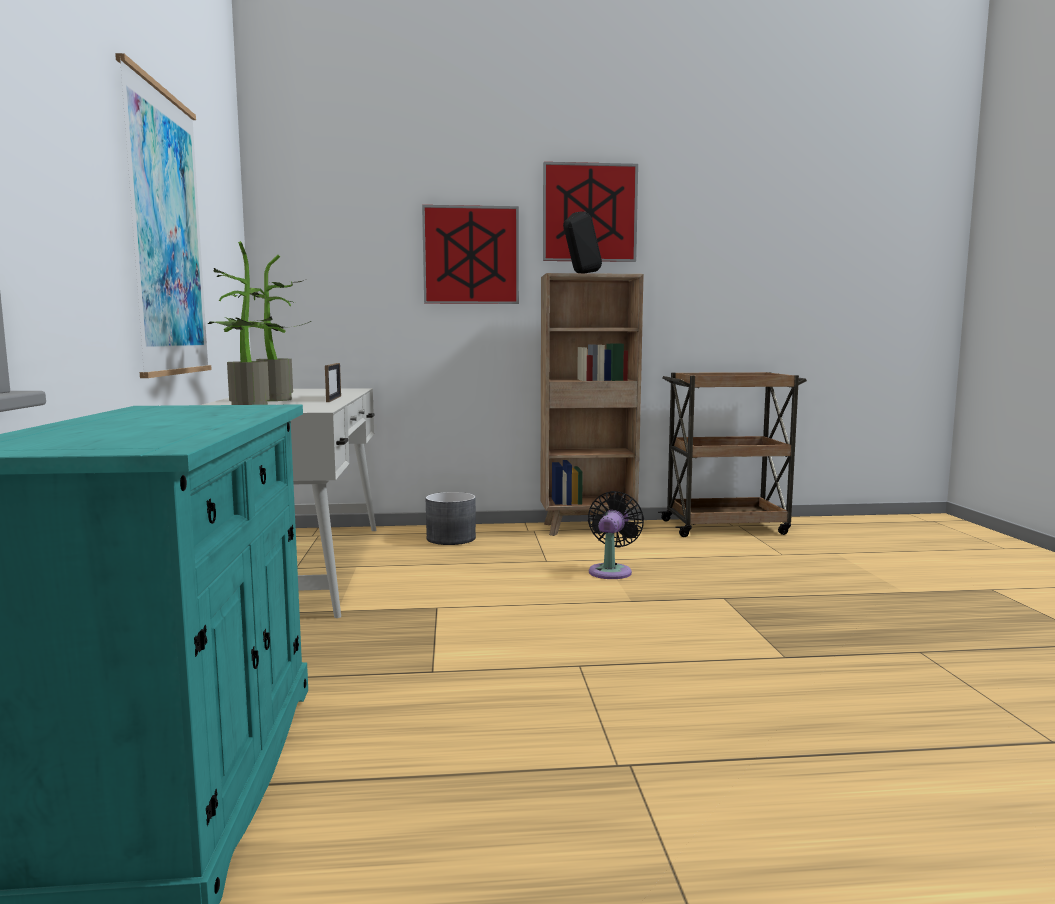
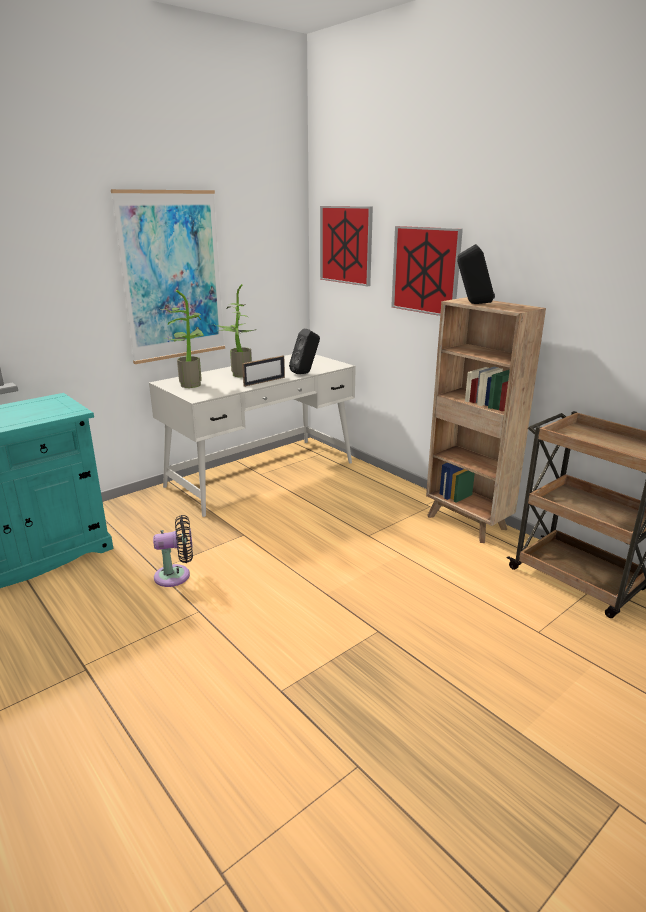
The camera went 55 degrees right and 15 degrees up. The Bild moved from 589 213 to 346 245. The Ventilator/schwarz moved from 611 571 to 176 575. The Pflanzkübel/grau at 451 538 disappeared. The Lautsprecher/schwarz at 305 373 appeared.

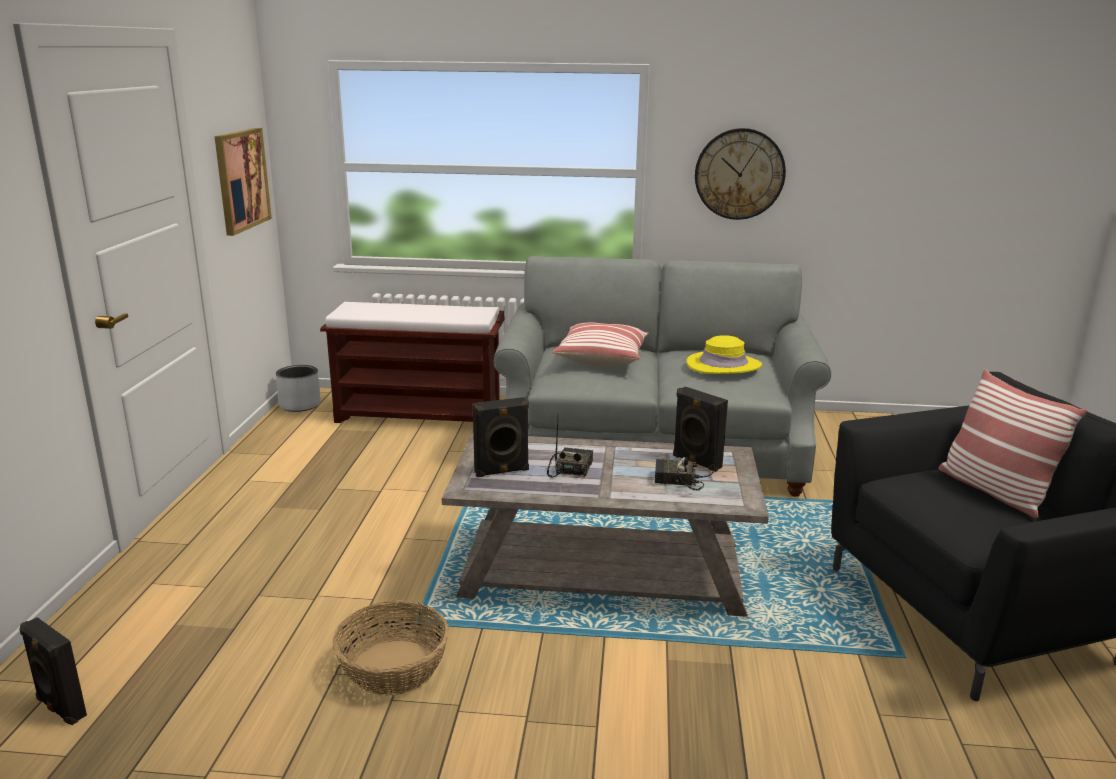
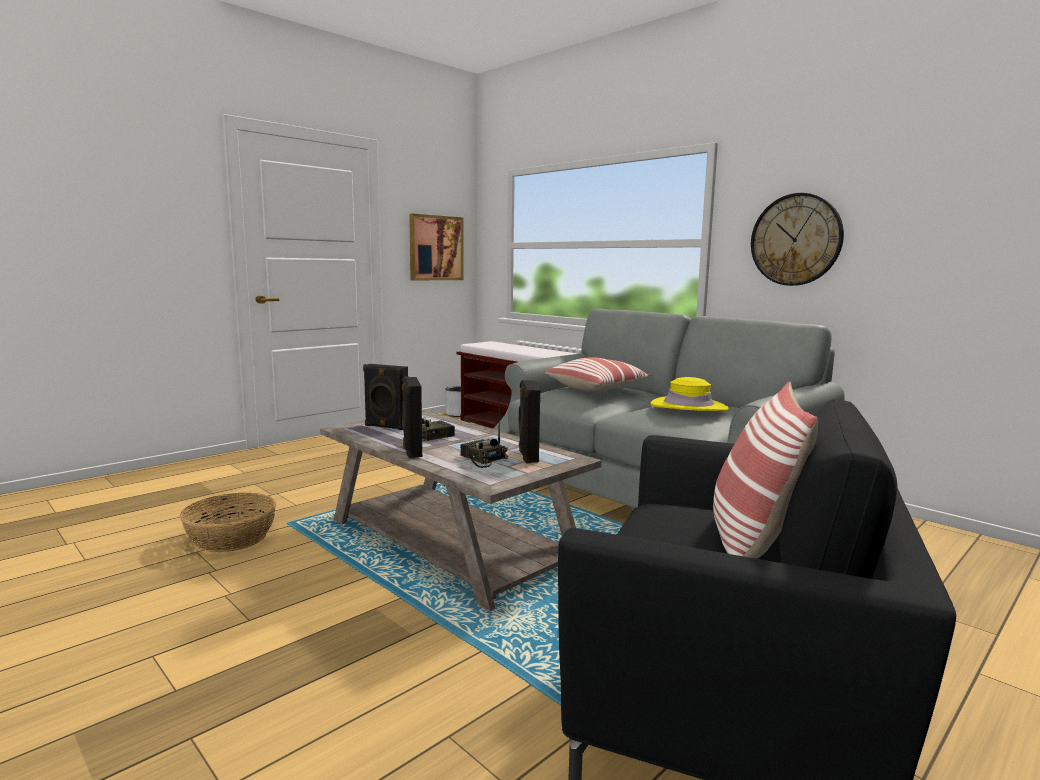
The camera went 40 degrees right and 10 degrees down. The Lautsprecher/schwarz moved from 60 708 to 411 450.

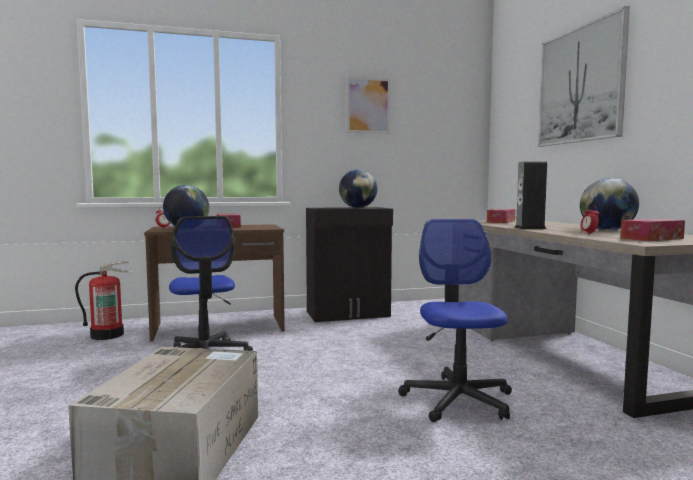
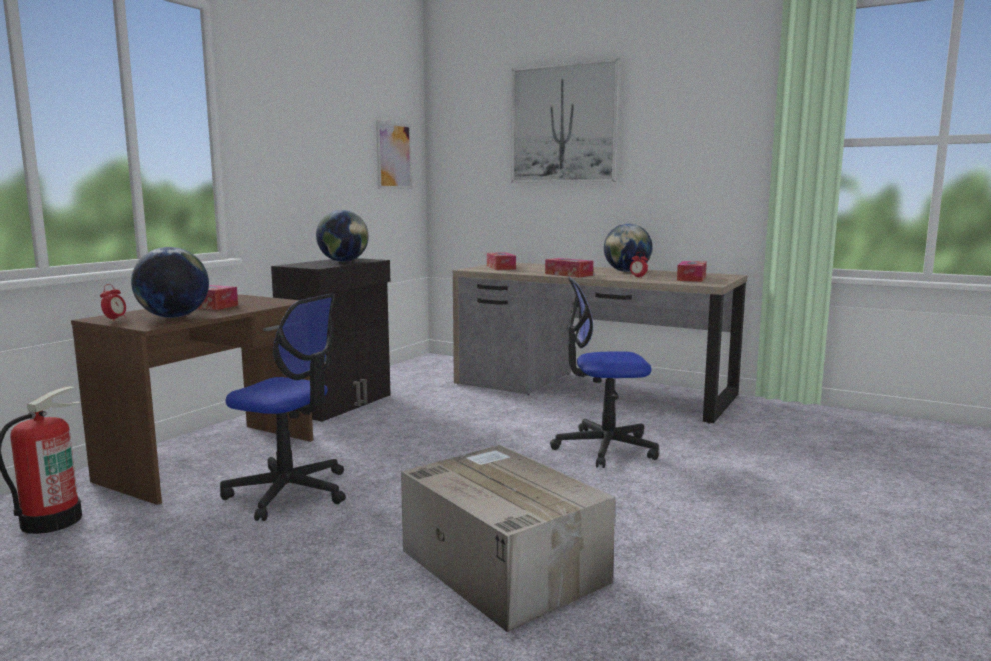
The camera went 45 degrees left and 5 degrees up. The Bild moved from 368 105 to 394 156. The Lautsprecher at 530 228 was replaced by the Taschentuchbox at 568 274. The Bürostuhl at 458 400 turned 45 degrees counterclockwise.

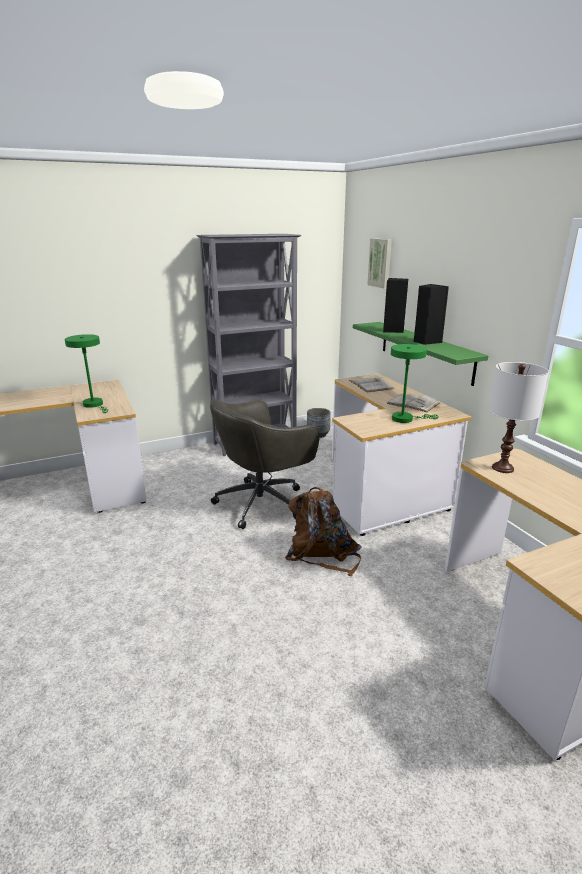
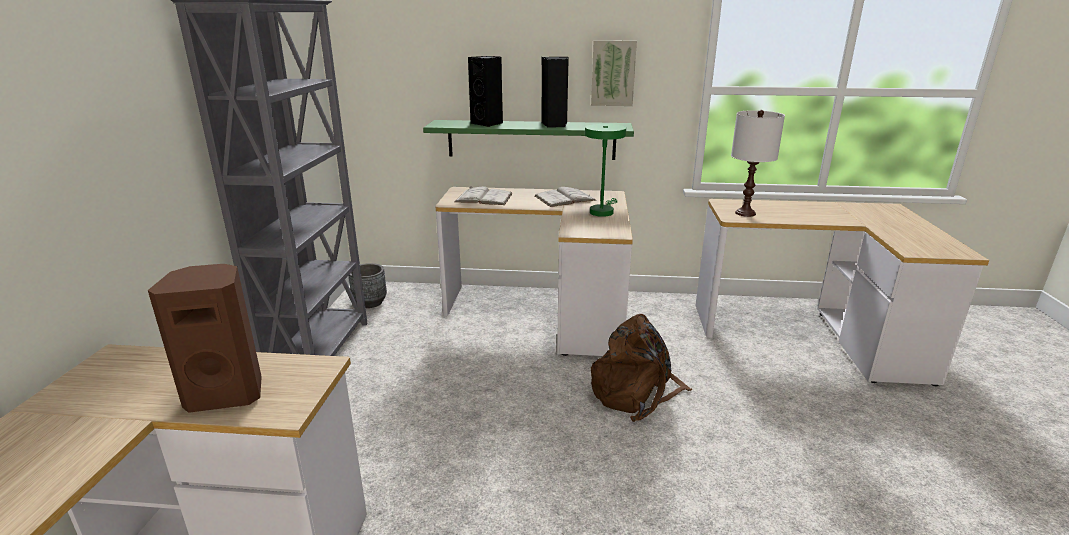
The camera went 60 degrees left and 0 degrees up. The Bild moved from 380 263 to 613 73. The Tischlampe/grün at 95 405 was replaced by the Lautsprecher/braun at 227 393. The Bürostuhl/grau at 263 502 disappeared.

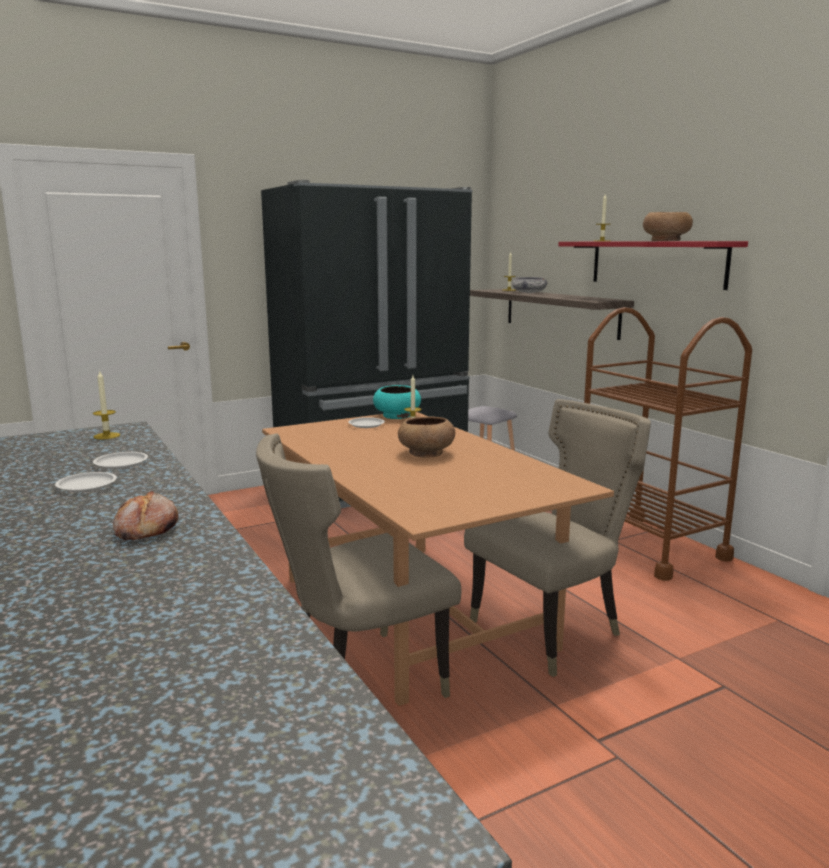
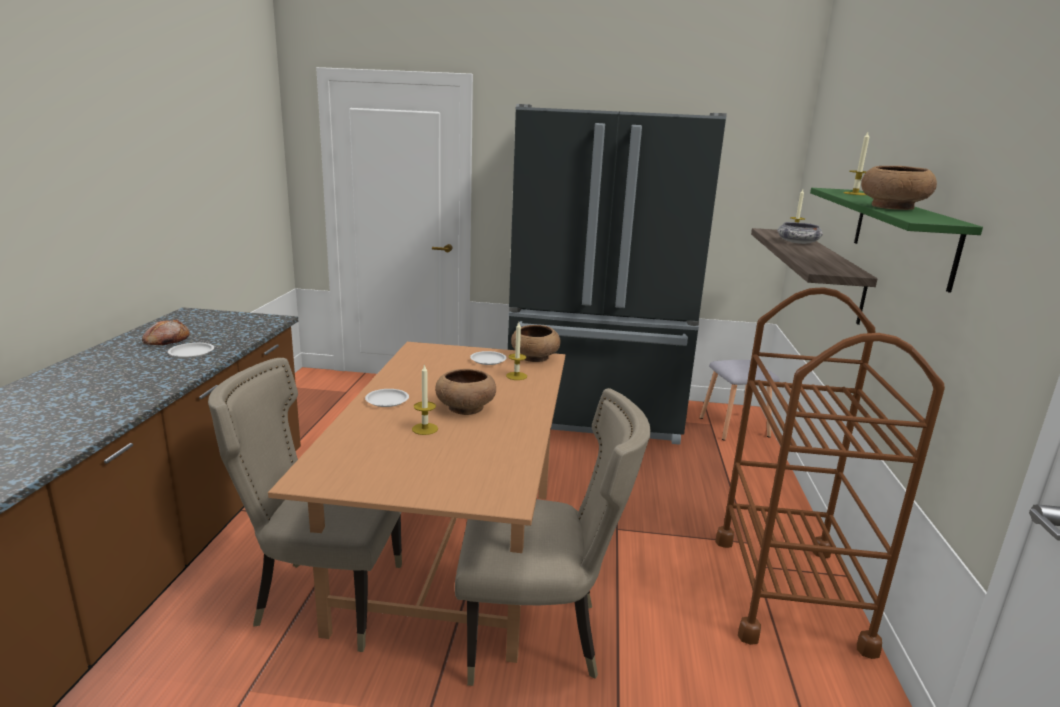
The camera went 35 degrees right and 5 degrees up. The Wandregal/rot at 656 263 became the Wandregal/grün at 902 234. The Kerze moved from 106 436 to 425 429. The Schüssel/türkis at 397 416 became the Schüssel/braun at 534 358. The Teller/weiß moved from 87 485 to 387 400. The Brot moved from 145 530 to 166 341.

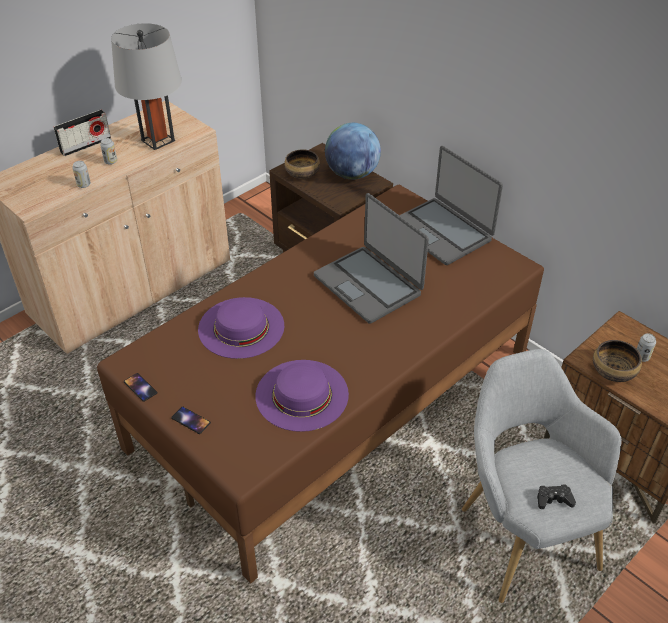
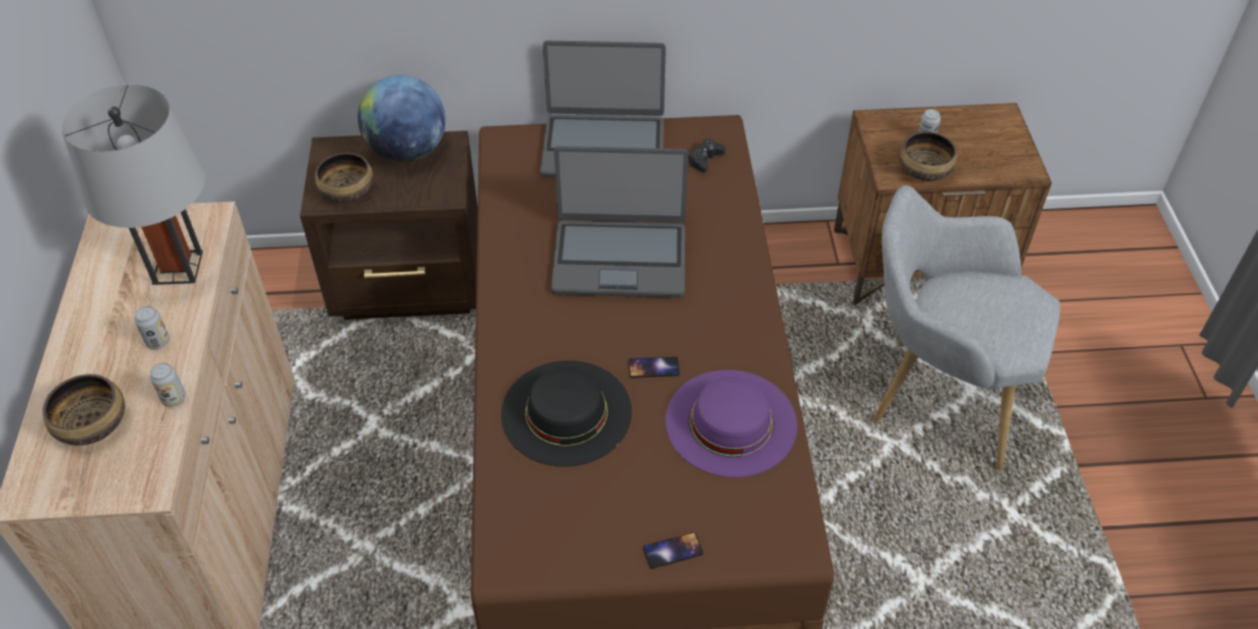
The camera went 50 degrees left and 5 degrees up. The Radio at 86 145 disappeared. The Hut/lila at 241 327 became the Hut/schwarz at 566 412. The Handy moved from 140 387 to 653 368. The Gamepad/schwarz moved from 553 499 to 705 159. The Schüssel at 93 424 appeared.

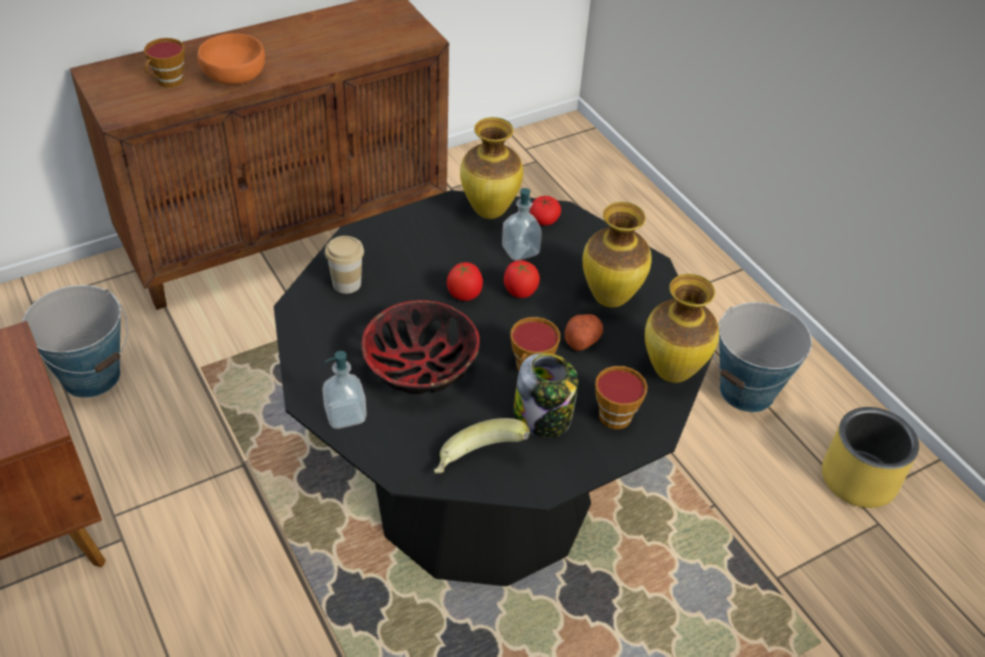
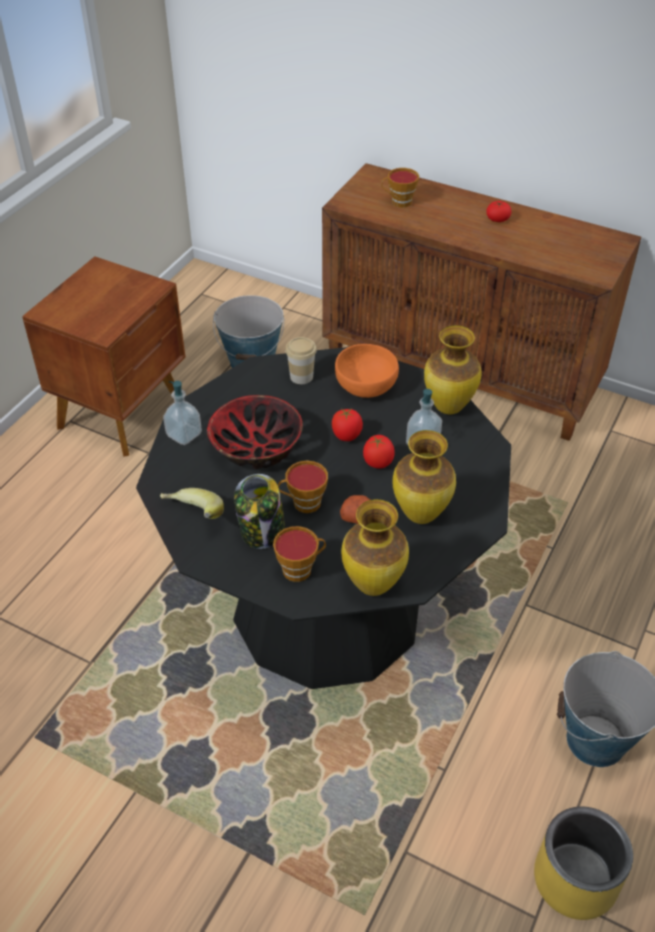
The camera went 60 degrees right and 0 degrees up. The Schüssel/orange moved from 235 76 to 365 386. The Tomate moved from 544 220 to 497 219.

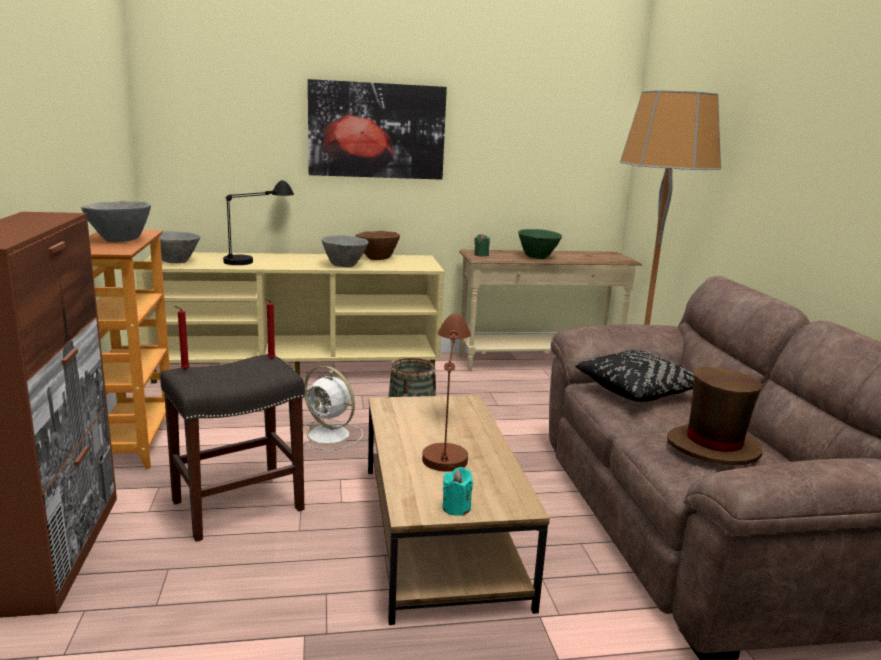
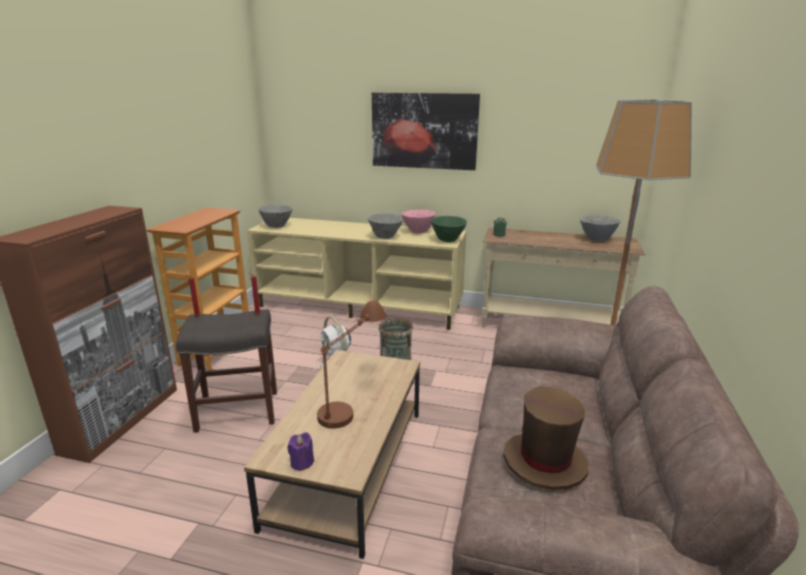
The camera went 25 degrees right and 5 degrees up. The Tischlampe/schwarz at 258 258 disappeared. The Schüssel/grau moved from 119 240 to 596 239. The Schüssel/grün moved from 537 257 to 448 240. The Schüssel/braun at 377 259 became the Schüssel/rosa at 418 232. The Kissen/schwarz at 638 391 disappeared. The Kerze/türkis at 456 508 became the Kerze/lila at 302 462.

